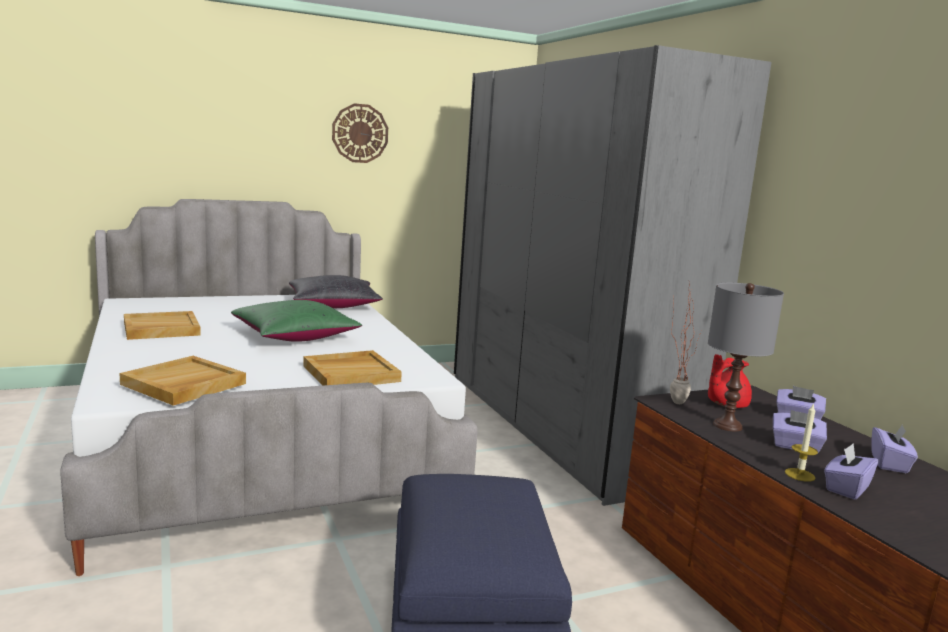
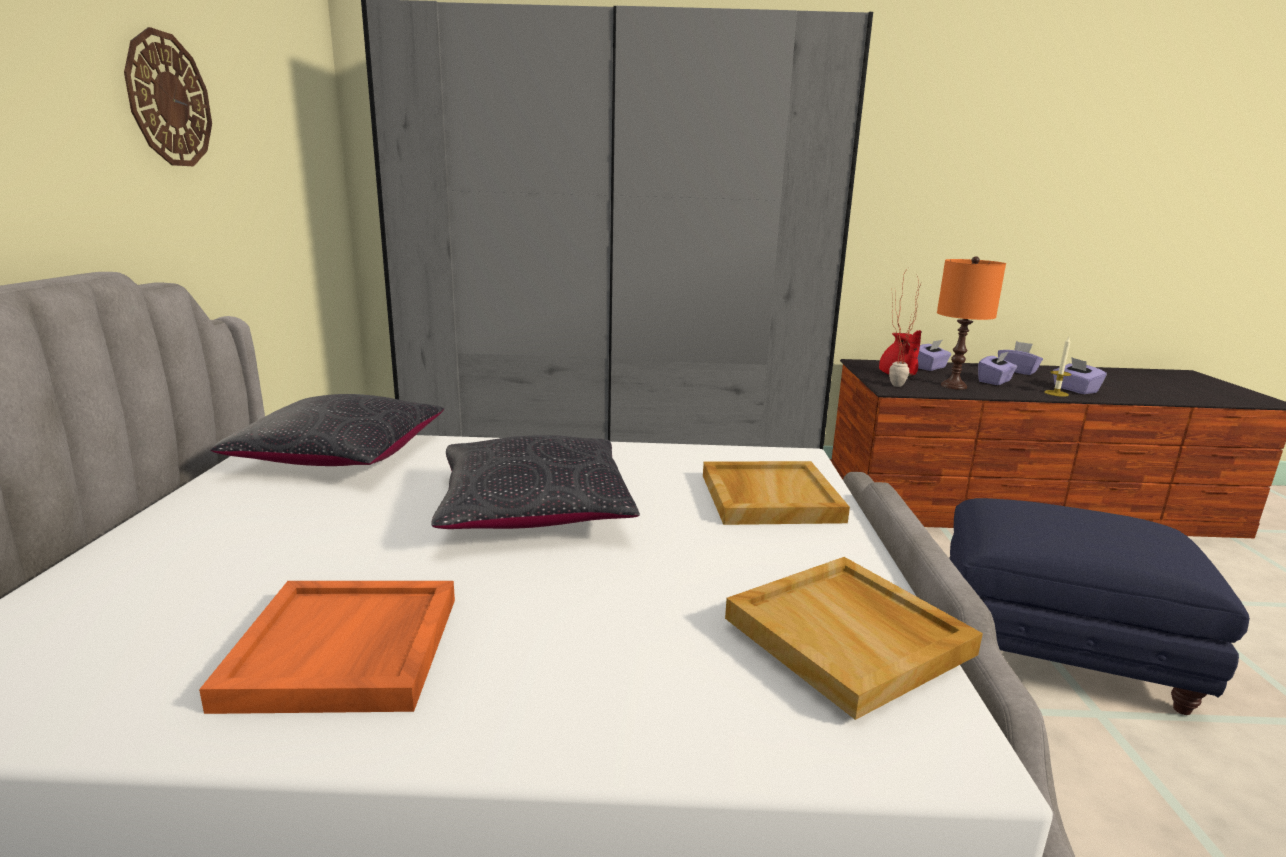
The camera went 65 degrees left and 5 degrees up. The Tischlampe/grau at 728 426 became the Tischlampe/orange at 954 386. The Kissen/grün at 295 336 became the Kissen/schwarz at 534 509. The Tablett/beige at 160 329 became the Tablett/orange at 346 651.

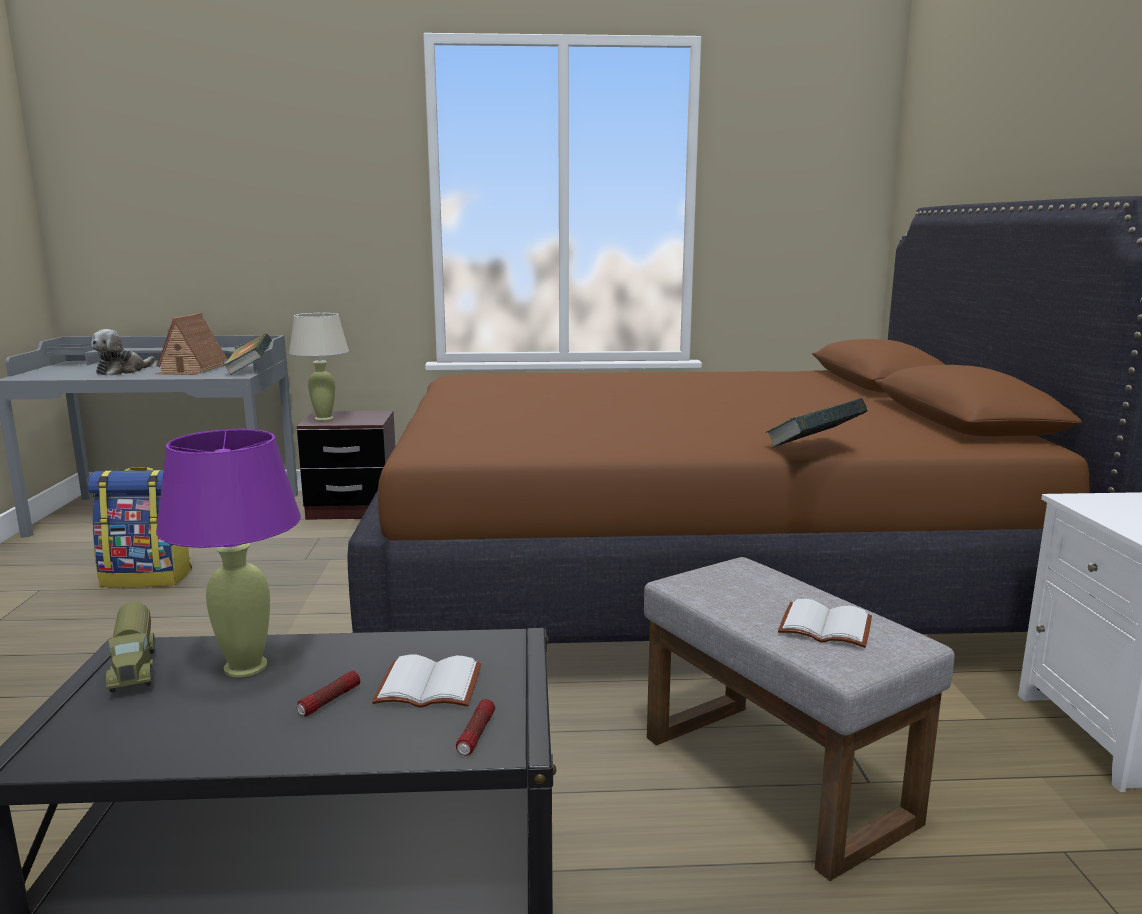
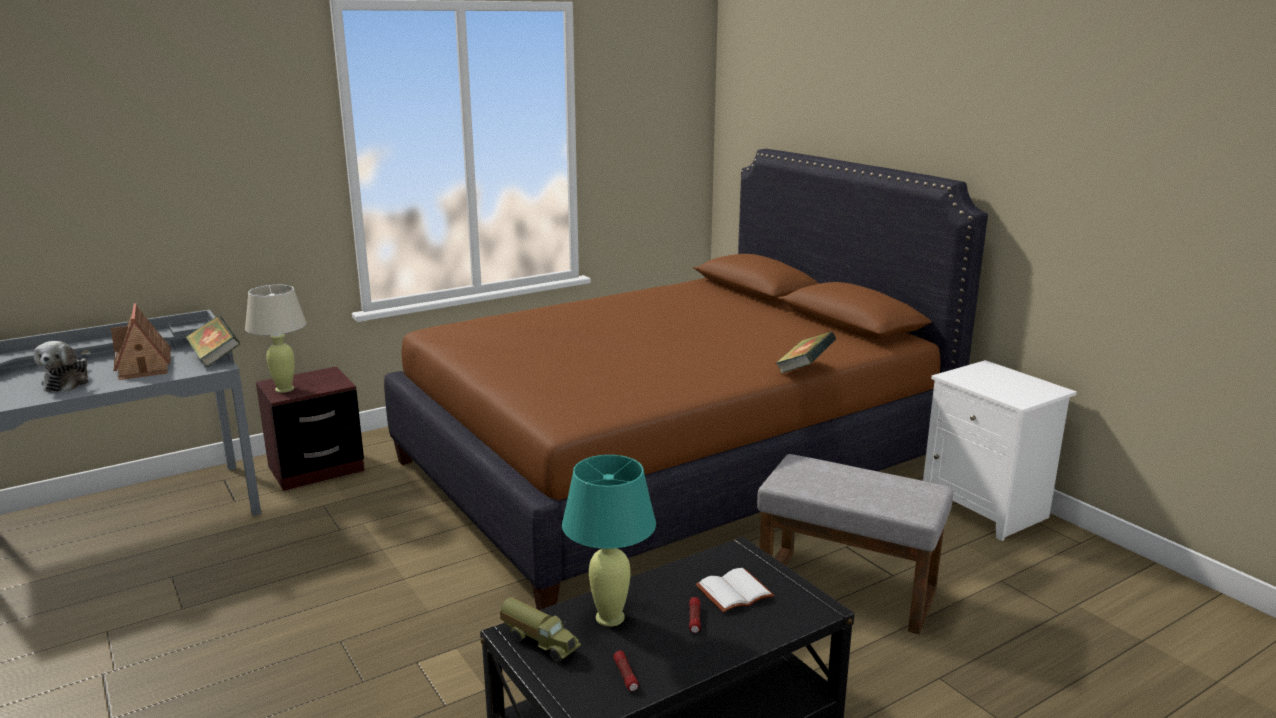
The camera went 30 degrees left and 5 degrees up. The Tischlampe/lila at 245 666 became the Tischlampe/türkis at 609 617. The Rucksack at 148 577 disappeared. The Buch/weiß at 827 626 disappeared. The Taschenlampe moved from 476 735 to 626 676.

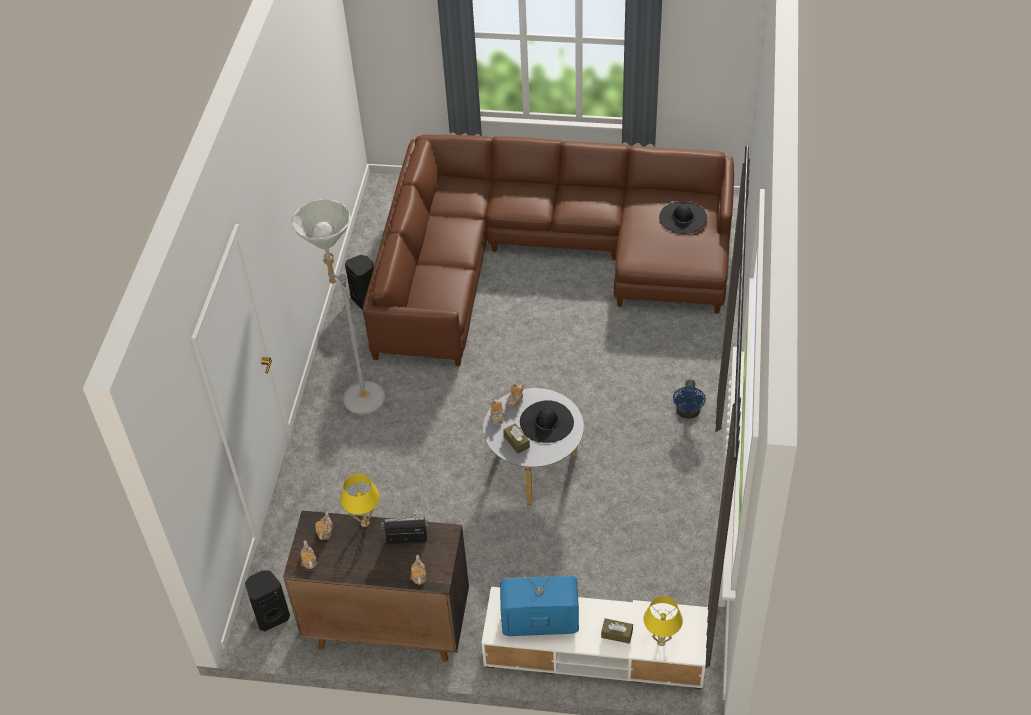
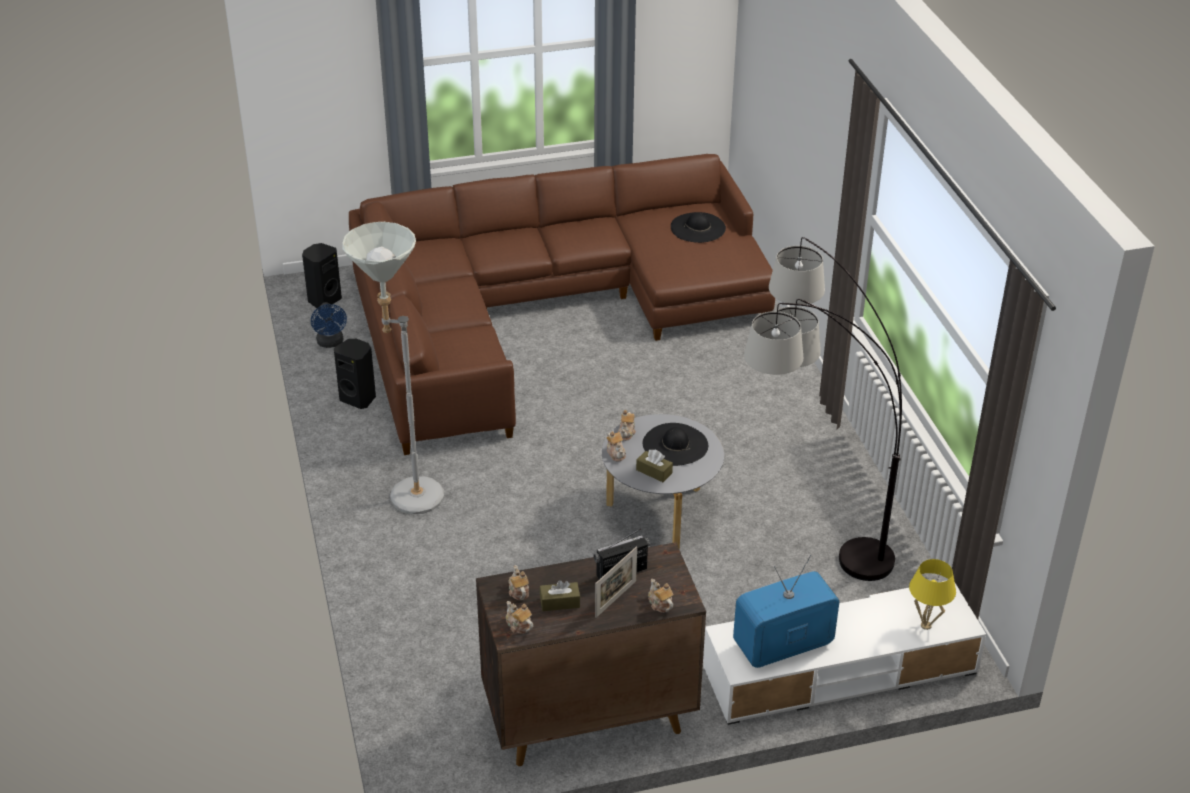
The camera went 25 degrees left and 10 degrees down. The Ventilator/blau moved from 688 413 to 331 343. The Tischlampe/gelb at 365 523 disappeared. The Lautsprecher/schwarz moved from 271 616 to 324 300. The Taschentuchbox/braun moved from 617 634 to 560 602. The Stehlampe at 798 549 appeared. The Bilderrahmen at 615 599 appeared.

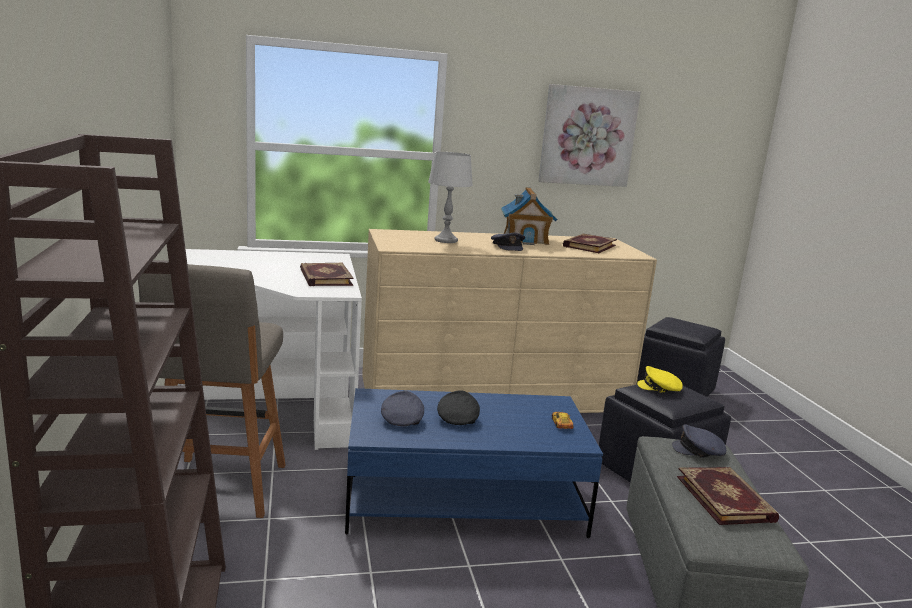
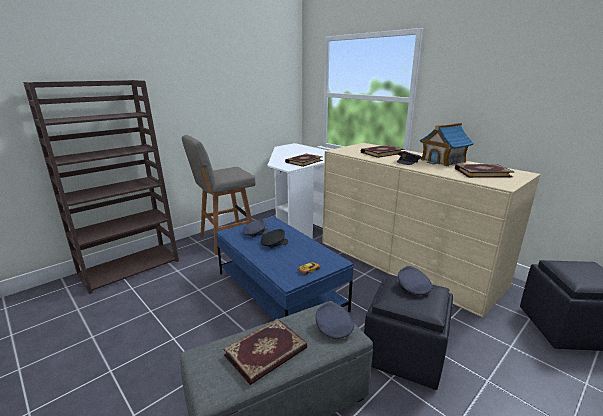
The camera went 60 degrees right and 5 degrees up. The Bild at 587 136 disappeared. The Tischlampe/grau at 445 240 was replaced by the Buch at 381 153. The Kappe/gelb at 660 388 became the Kappe/grau at 412 287.

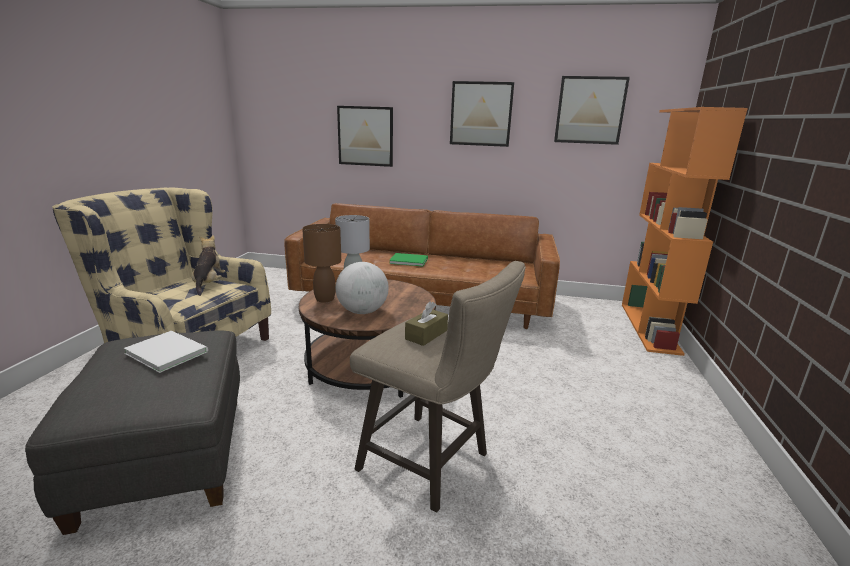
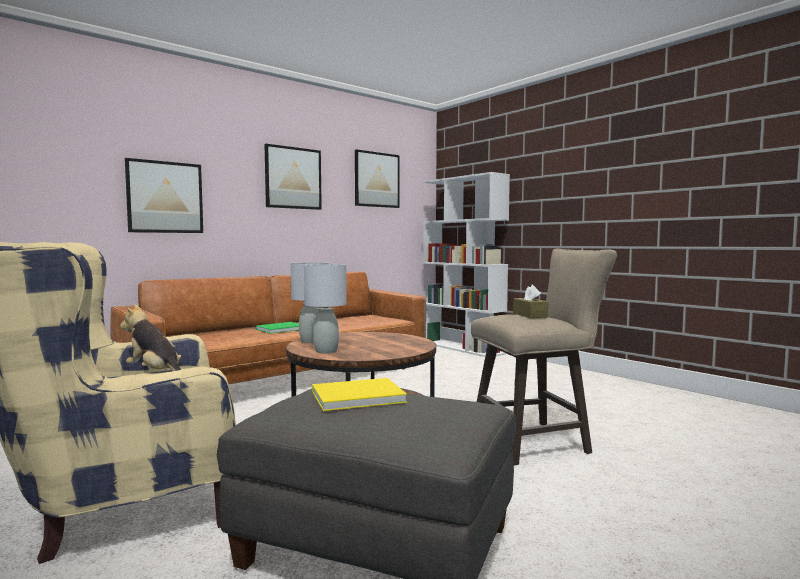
The camera went 50 degrees left and 15 degrees down. The Bücherregal/orange at 650 327 became the Bücherregal/weiß at 463 348. The Tischlampe/braun at 324 299 became the Tischlampe/grau at 326 351. The Globus at 362 311 disappeared. The Buch/weiß at 167 351 became the Buch/gelb at 354 396.

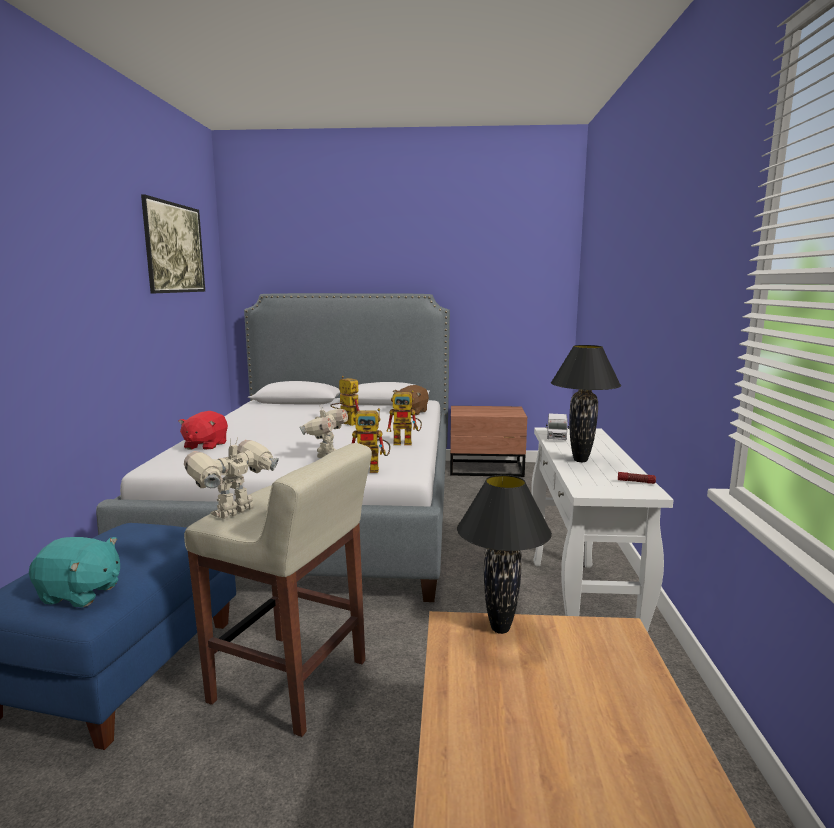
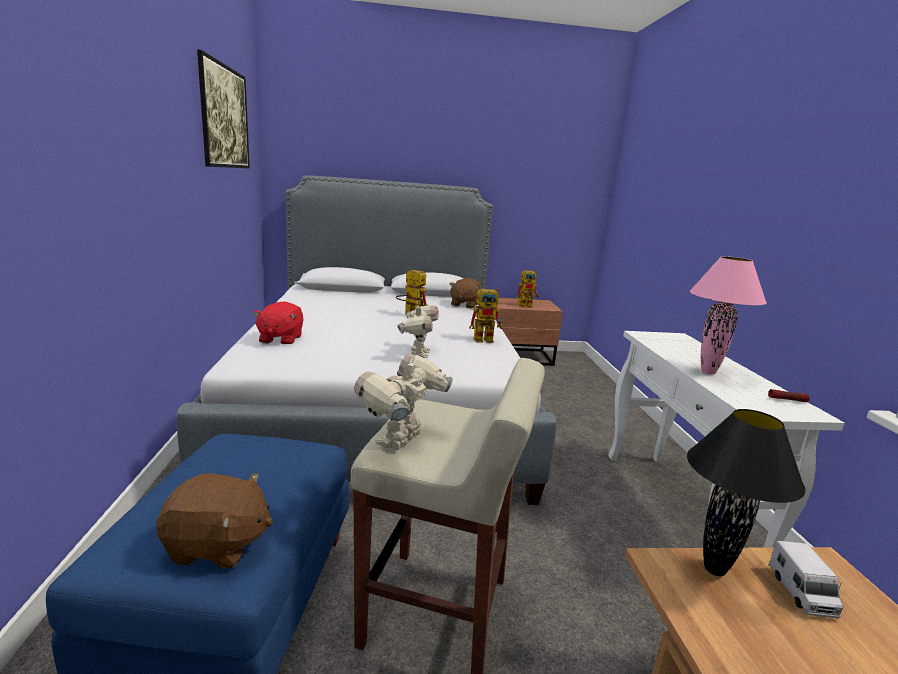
The camera went 10 degrees left and 5 degrees up. The Tischlampe/schwarz at 580 460 became the Tischlampe/rosa at 708 372. The Spielzeugroboter moved from 373 469 to 527 306. The Spielzeuglaster moved from 556 437 to 801 592. The Plüschtier/türkis at 80 594 became the Plüschtier/braun at 217 545.

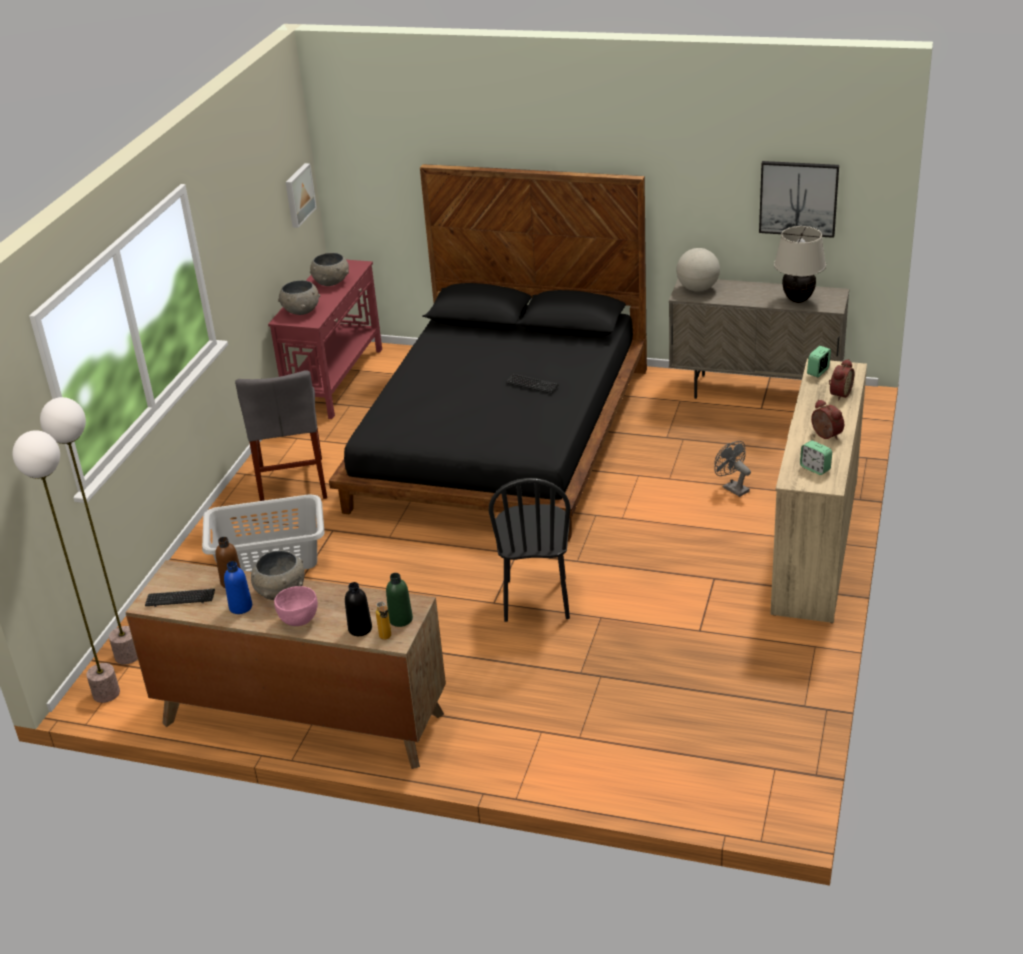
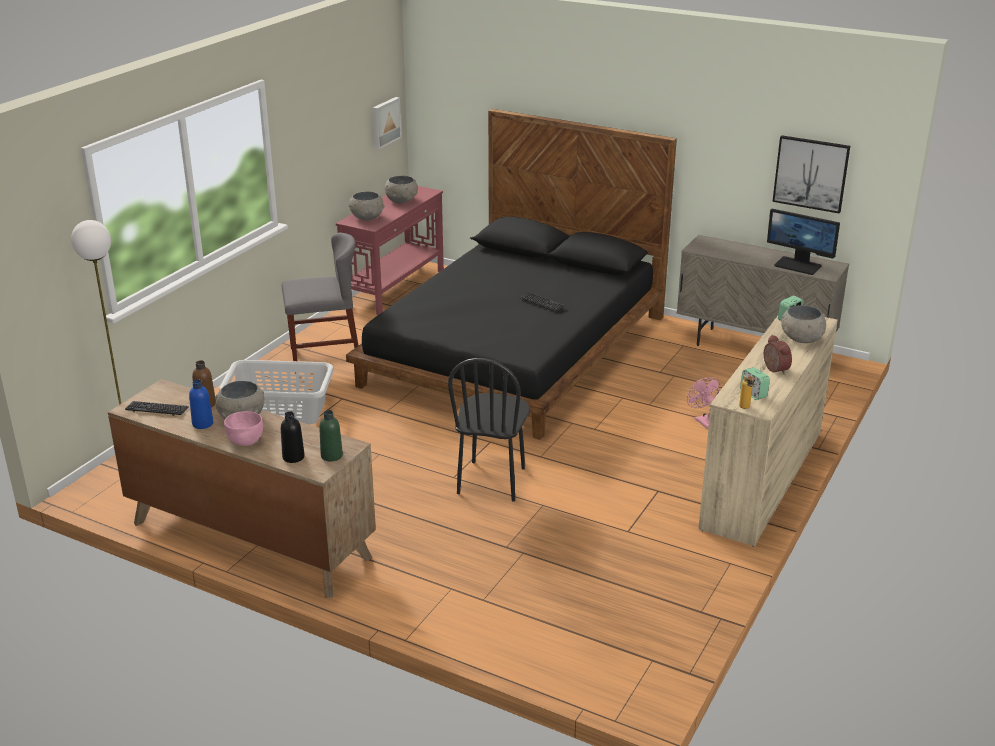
The camera went 10 degrees right and 5 degrees down. The Tischlampe/beige at 798 300 was replaced by the Monitor at 798 265. The Globus at 697 289 disappeared. The Wecker at 839 394 was replaced by the Schüssel/grau at 801 339. The Stuhl/grau at 292 482 turned 105 degrees counterclockwise. The Stehlampe at 105 693 disappeared. The Ventilator/grau at 732 488 became the Ventilator/rosa at 703 421. The Flasche moved from 386 639 to 745 409.

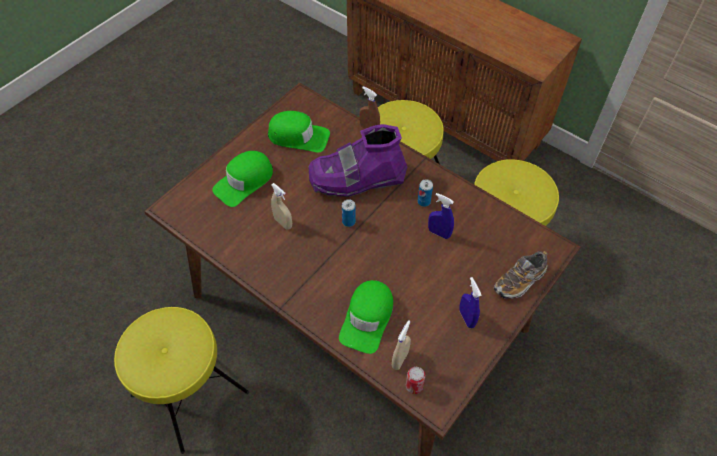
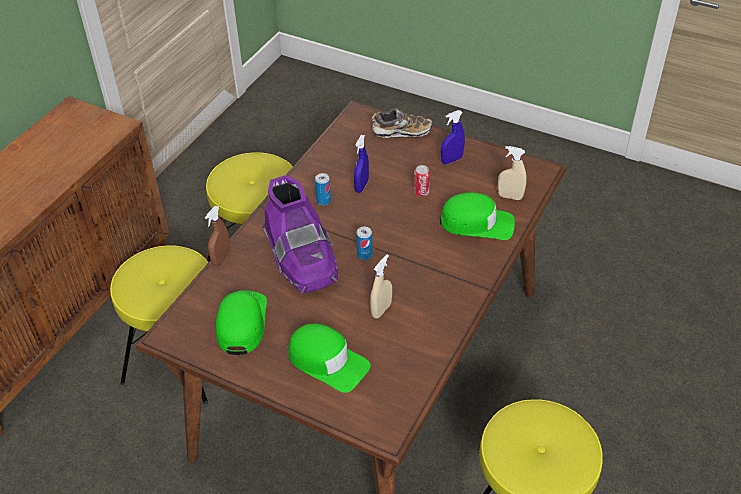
The camera went 100 degrees left and 10 degrees down. The Schuh at 519 281 turned 45 degrees counterclockwise. The Dose moved from 414 386 to 421 192.

